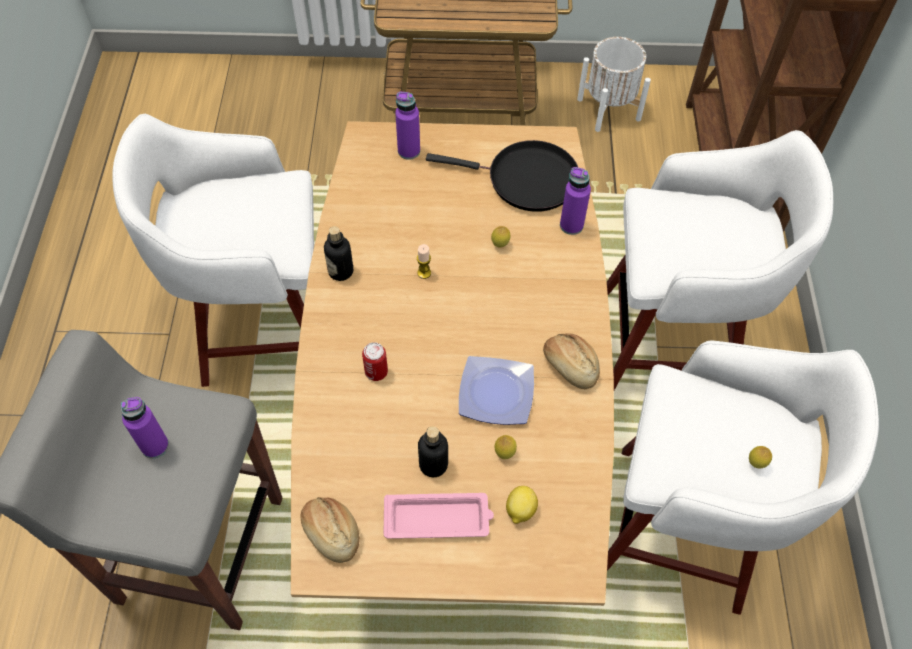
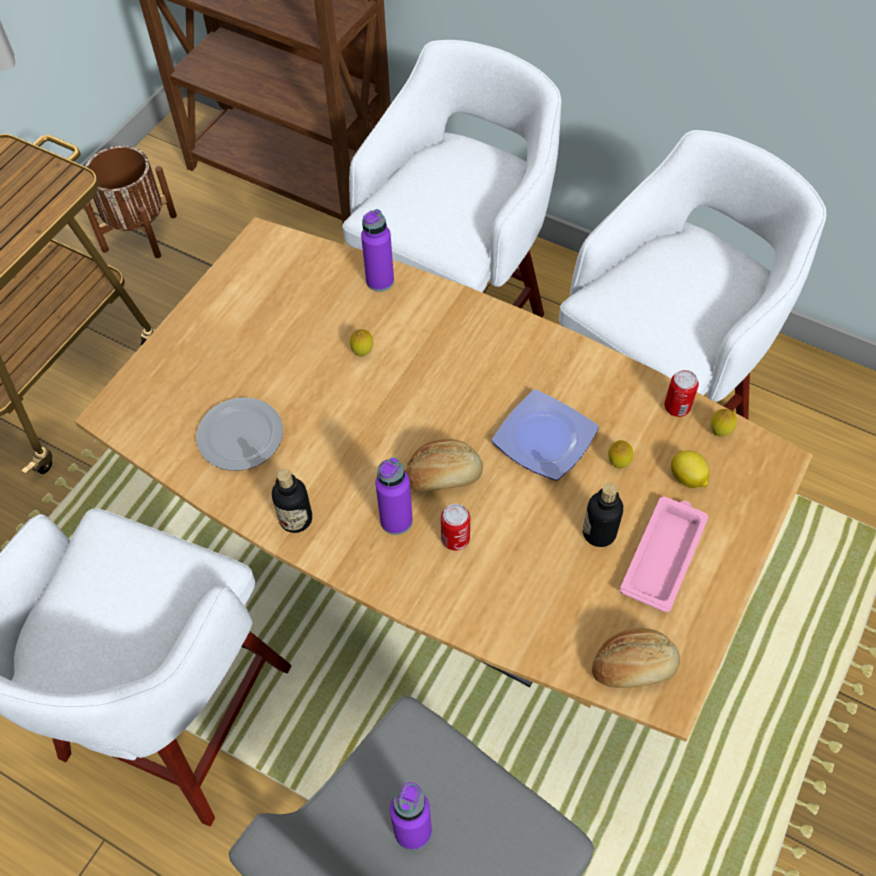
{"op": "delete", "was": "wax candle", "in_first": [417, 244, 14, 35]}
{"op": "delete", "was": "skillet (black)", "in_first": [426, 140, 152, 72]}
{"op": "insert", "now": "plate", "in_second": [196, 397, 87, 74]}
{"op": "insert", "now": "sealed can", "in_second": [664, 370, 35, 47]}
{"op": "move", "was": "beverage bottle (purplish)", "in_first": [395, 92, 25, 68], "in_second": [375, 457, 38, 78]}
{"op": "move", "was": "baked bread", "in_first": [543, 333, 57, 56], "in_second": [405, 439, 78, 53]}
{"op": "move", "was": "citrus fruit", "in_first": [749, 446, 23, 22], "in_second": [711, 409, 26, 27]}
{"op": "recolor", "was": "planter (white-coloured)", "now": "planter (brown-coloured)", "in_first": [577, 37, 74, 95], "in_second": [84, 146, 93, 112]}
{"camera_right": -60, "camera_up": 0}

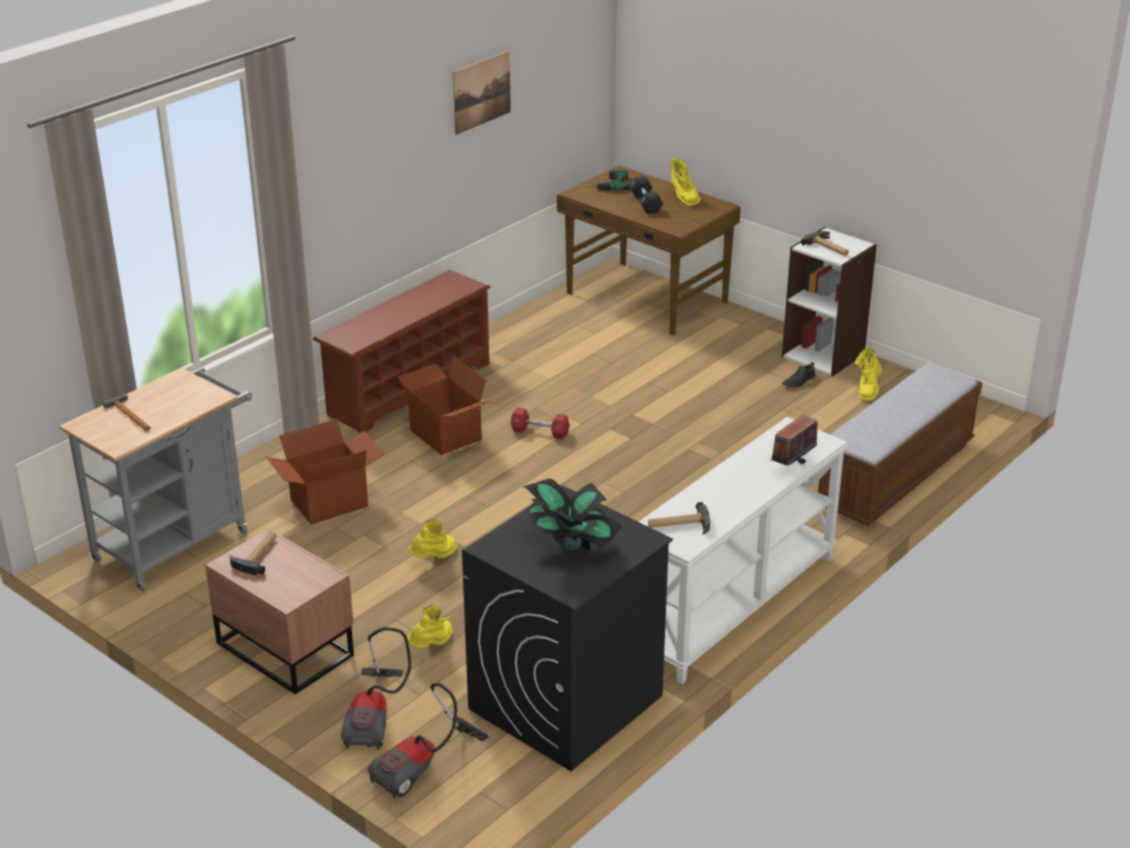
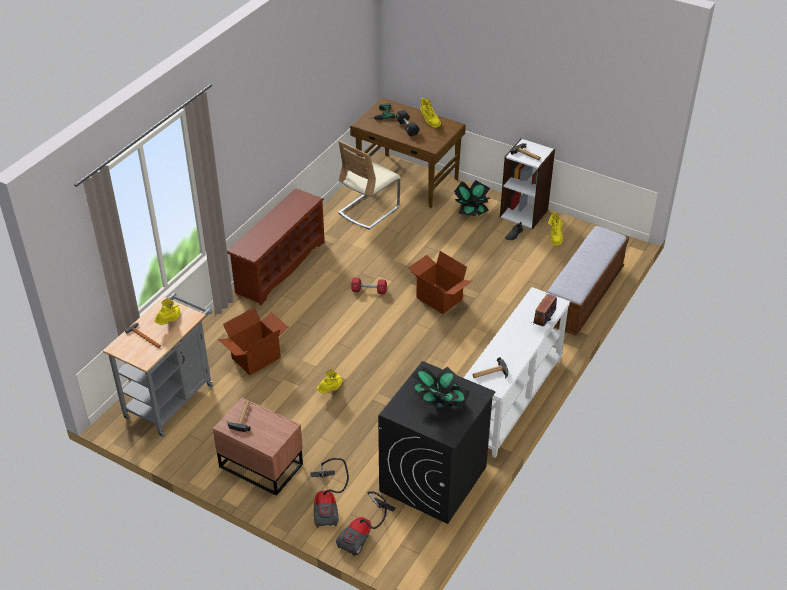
{"op": "delete", "was": "wall picture", "in_first": [453, 51, 58, 84]}
{"op": "insert", "now": "plain chair (beige-coloured)", "in_second": [338, 140, 63, 90]}
{"op": "insert", "now": "houseplant", "in_second": [454, 180, 37, 36]}
{"op": "move", "was": "packing box", "in_first": [396, 356, 93, 99], "in_second": [408, 251, 64, 63]}
{"op": "move", "was": "high-top boot (yellow-coloured)", "in_first": [407, 604, 46, 44], "in_second": [154, 298, 27, 27]}
{"camera_right": -10, "camera_up": 10}

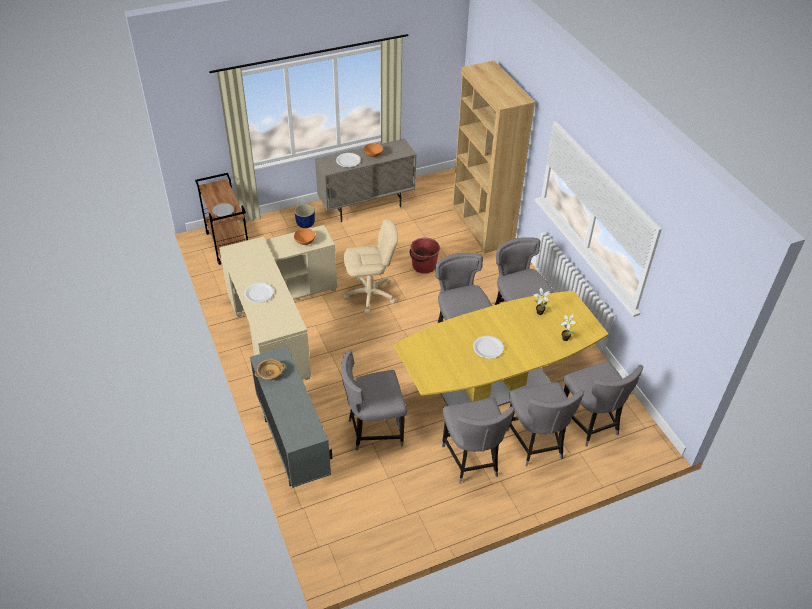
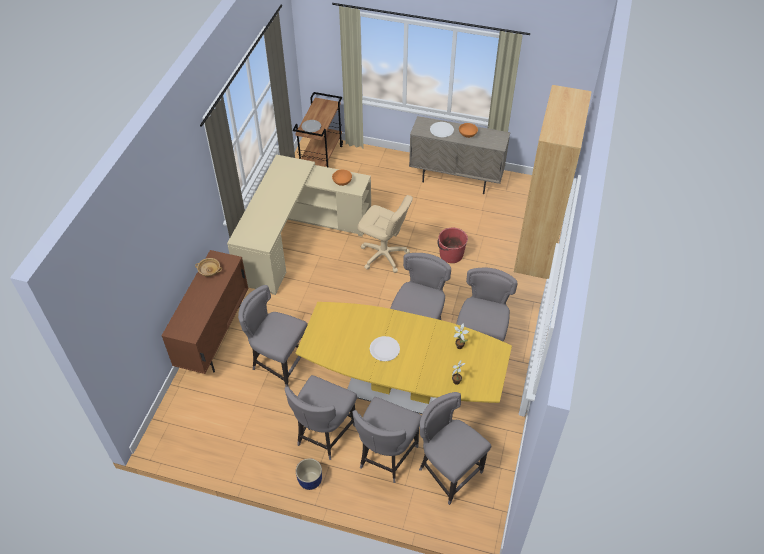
{"op": "delete", "was": "plate (white-coloured)", "in_first": [245, 282, 29, 21]}
{"op": "move", "was": "planter (blue)", "in_first": [294, 204, 21, 24], "in_second": [296, 458, 26, 32]}
{"op": "recolor", "was": "storage cabinet (gray)", "now": "storage cabinet (brown-coloured)", "in_first": [250, 346, 82, 142], "in_second": [161, 250, 87, 124]}
{"op": "rotate", "was": "plain chair (gray)", "in_first": [563, 361, 80, 86], "in_second": [419, 392, 72, 113], "clockwise": 120}
{"camera_right": 40, "camera_up": 5}

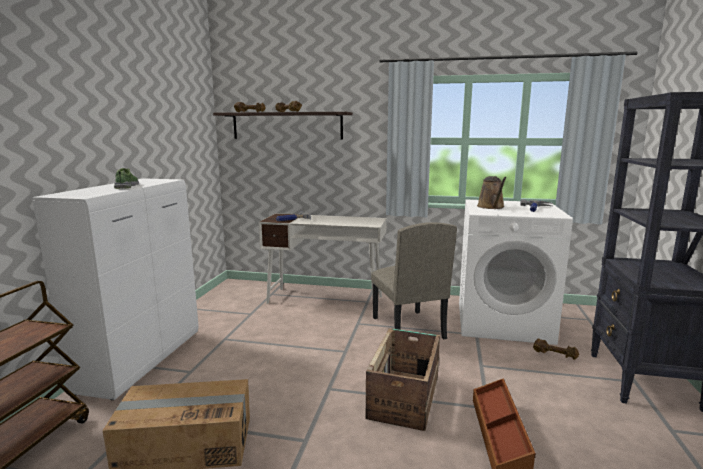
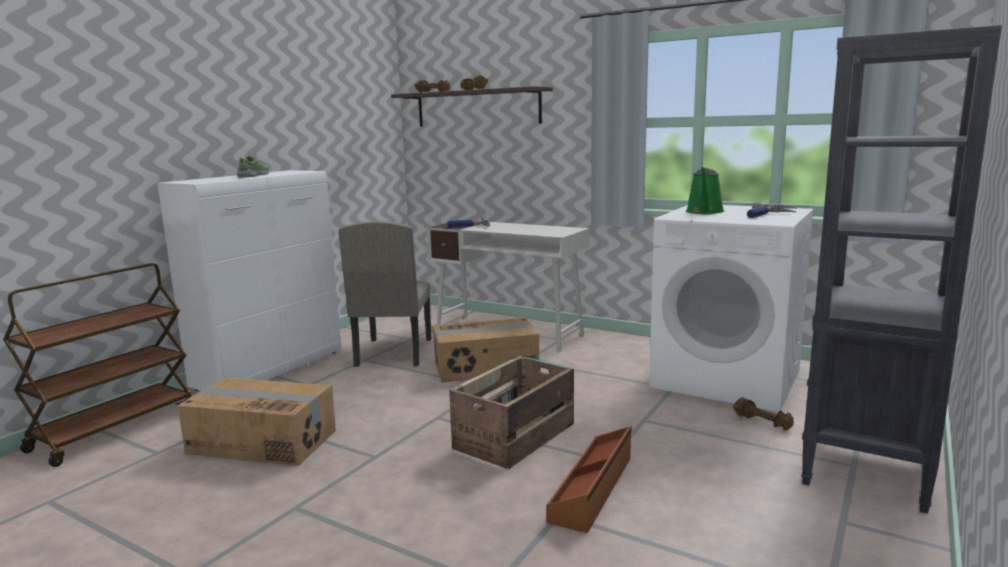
{"op": "insert", "now": "packing box", "in_second": [433, 318, 106, 65]}
{"op": "move", "was": "plain chair (beige-coloured)", "in_first": [371, 222, 86, 117], "in_second": [339, 221, 92, 146]}
{"op": "recolor", "was": "sprinkling can (brown-coloured)", "now": "sprinkling can (green)", "in_first": [477, 176, 30, 33], "in_second": [686, 167, 38, 47]}
{"camera_right": 20, "camera_up": 0}

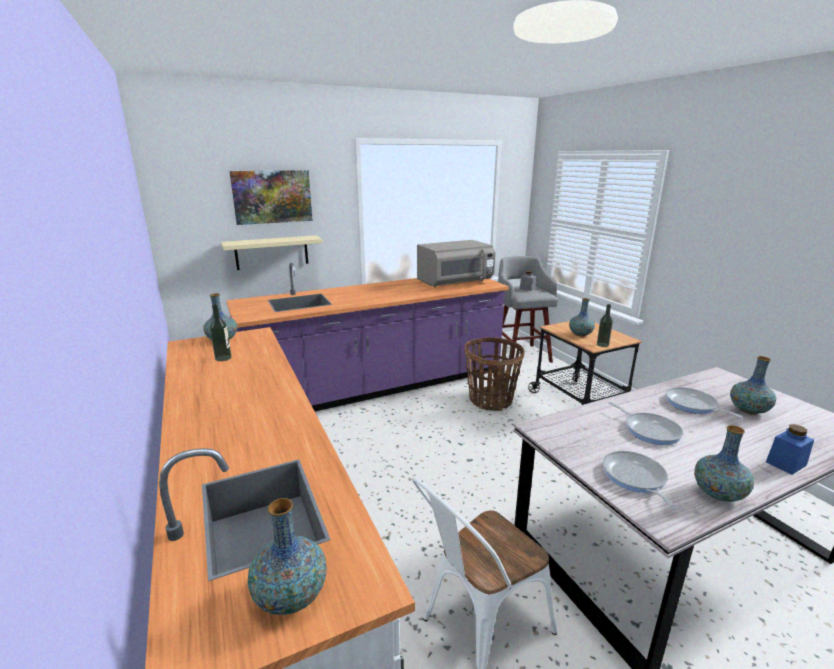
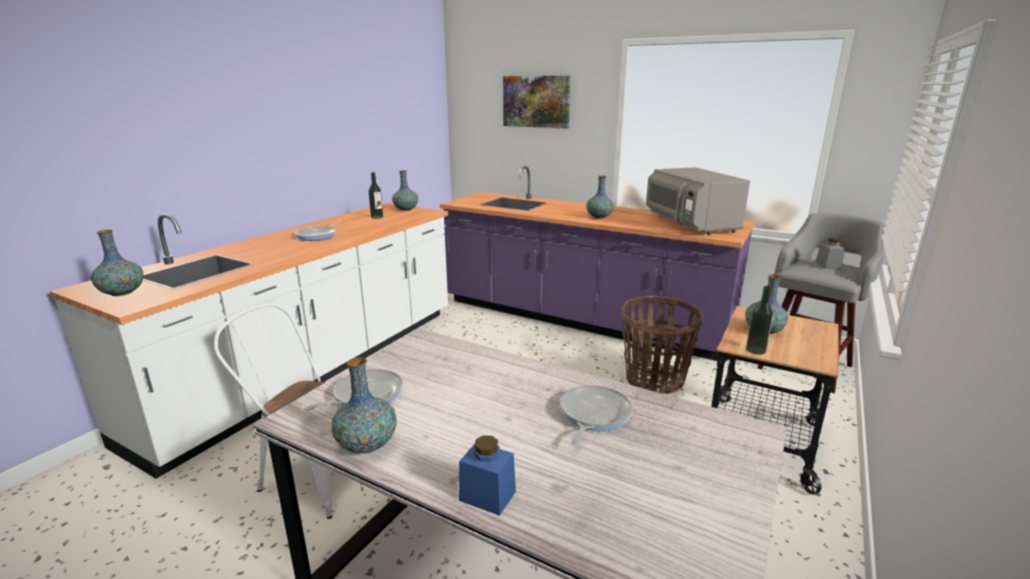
{"op": "delete", "was": "wall shelf (beige-coloured)", "in_first": [221, 235, 102, 35]}
{"op": "move", "was": "skillet", "in_first": [609, 402, 74, 43], "in_second": [295, 221, 48, 20]}
{"op": "move", "was": "decorative vase", "in_first": [730, 356, 46, 59], "in_second": [586, 176, 28, 43]}
{"op": "rotate", "was": "kitchen microwave (gray)", "in_first": [417, 240, 79, 47], "in_second": [646, 167, 104, 68], "clockwise": 45}
{"camera_right": 55, "camera_up": 0}

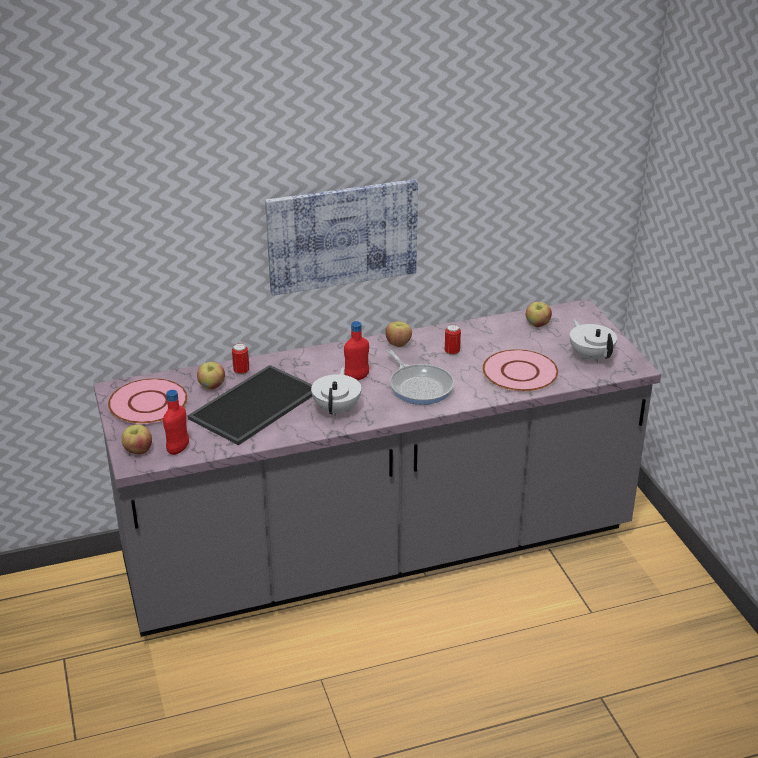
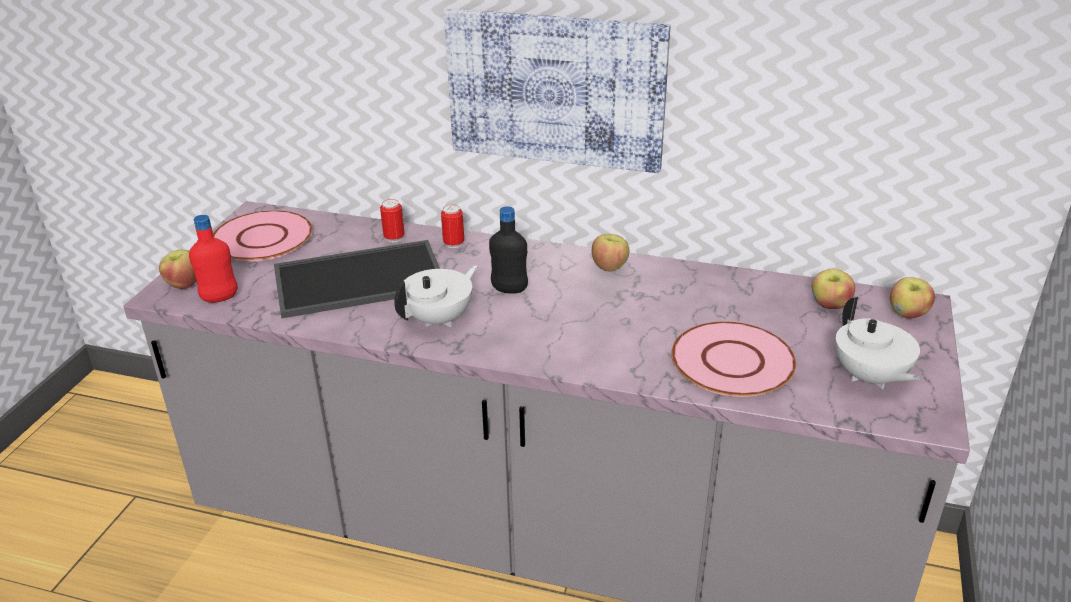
{"op": "delete", "was": "skillet", "in_first": [386, 349, 68, 56]}
{"op": "move", "was": "apple fruit", "in_first": [197, 362, 28, 28], "in_second": [890, 277, 45, 41]}
{"op": "move", "was": "sealed can", "in_first": [445, 324, 16, 32], "in_second": [441, 204, 23, 44]}
{"op": "recolor", "was": "beverage bottle (red)", "now": "beverage bottle (black)", "in_first": [344, 321, 25, 59], "in_second": [489, 206, 39, 88]}
{"op": "rotate", "was": "tea pot (white-coloured)", "in_first": [570, 319, 47, 43], "in_second": [835, 297, 85, 92], "clockwise": 150}
{"camera_right": 35, "camera_up": 0}

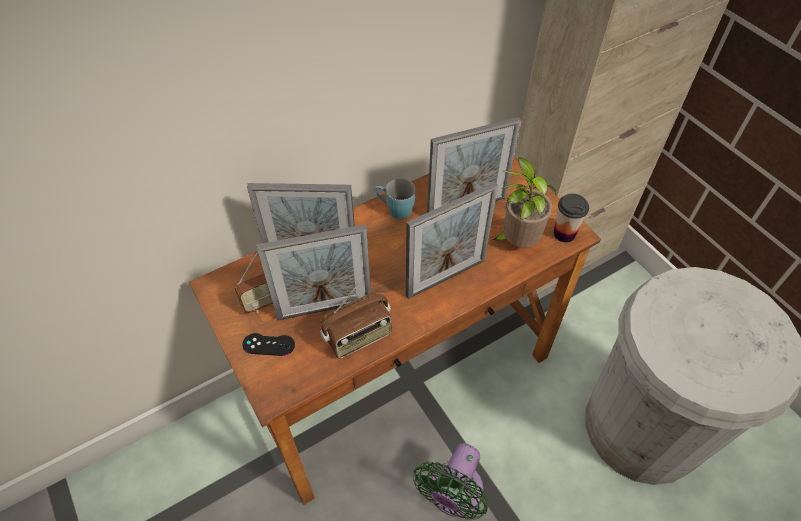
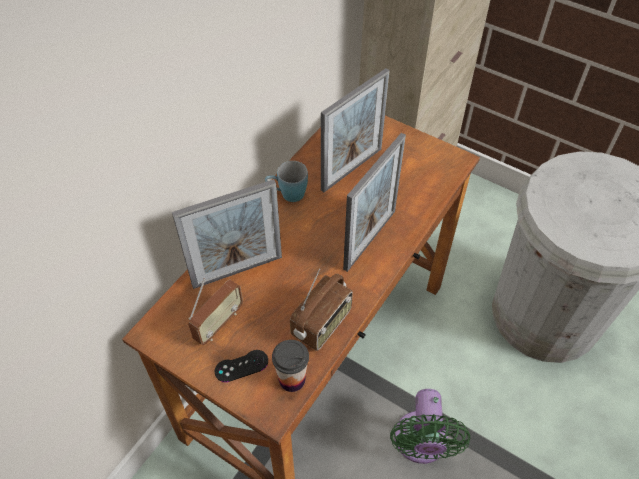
{"op": "delete", "was": "photo frame", "in_first": [256, 224, 115, 97]}
{"op": "delete", "was": "houseplant", "in_first": [493, 157, 63, 90]}
{"op": "move", "was": "drinking cup", "in_first": [554, 194, 35, 49], "in_second": [272, 340, 37, 52]}
{"camera_right": -25, "camera_up": 0}

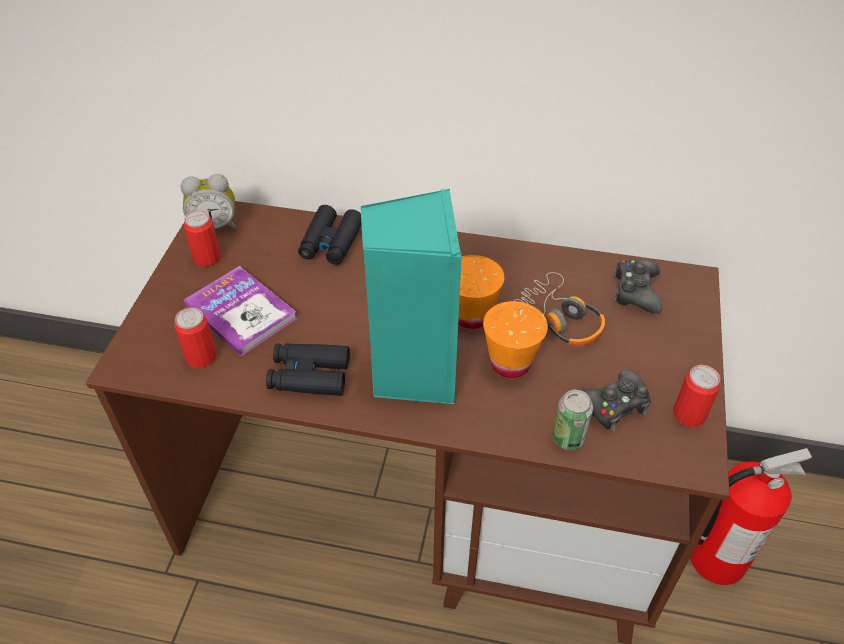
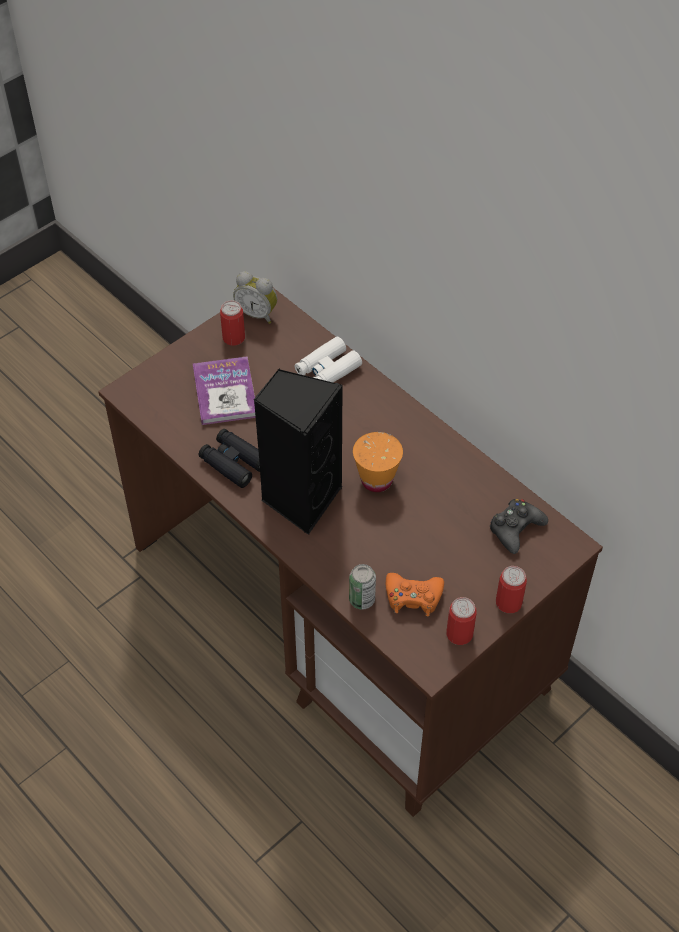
{"op": "delete", "was": "drinking cup (orange-coloured)", "in_first": [483, 301, 65, 77]}
{"op": "delete", "was": "pair of headphones", "in_first": [514, 272, 91, 74]}
{"op": "delete", "was": "fire extinguisher", "in_first": [690, 448, 122, 137]}
{"op": "move", "was": "sealed can", "in_first": [175, 307, 42, 61], "in_second": [496, 566, 31, 47]}
{"op": "recolor", "was": "field glasses (black)", "now": "field glasses (white-coloured)", "in_first": [298, 205, 64, 60], "in_second": [295, 336, 67, 46]}
{"op": "recolor", "was": "speaker (turquoise)", "now": "speaker (black)", "in_first": [360, 189, 102, 215], "in_second": [253, 368, 90, 167]}
{"op": "recolor", "was": "joypad (black)", "now": "joypad (orange-coloured)", "in_first": [581, 369, 70, 62], "in_second": [386, 573, 58, 43]}
{"camera_right": 35, "camera_up": 5}

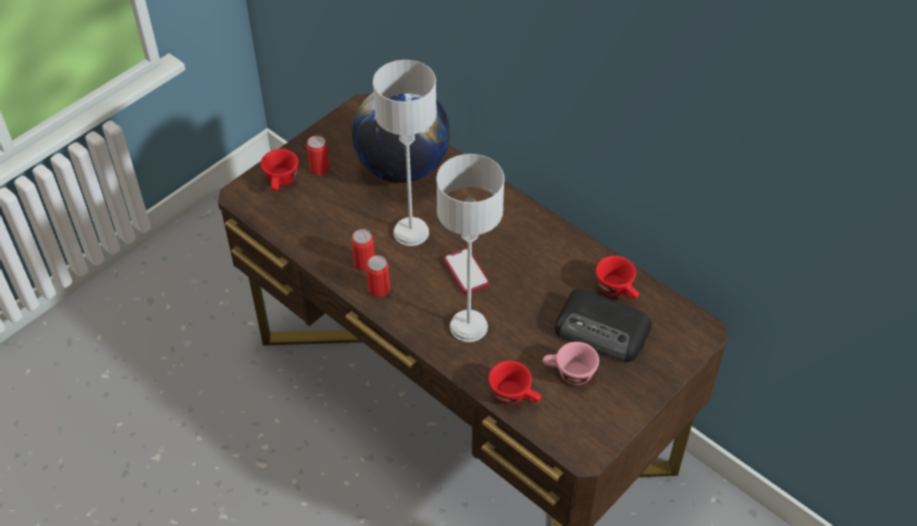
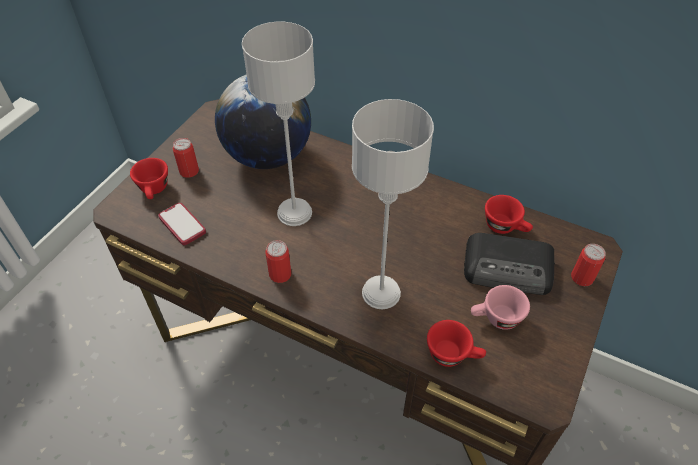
{"op": "move", "was": "sealed can", "in_first": [351, 229, 24, 42], "in_second": [571, 244, 35, 42]}
{"op": "move", "was": "telephone", "in_first": [444, 248, 45, 46], "in_second": [158, 203, 48, 42]}
{"camera_right": -15, "camera_up": 0}

